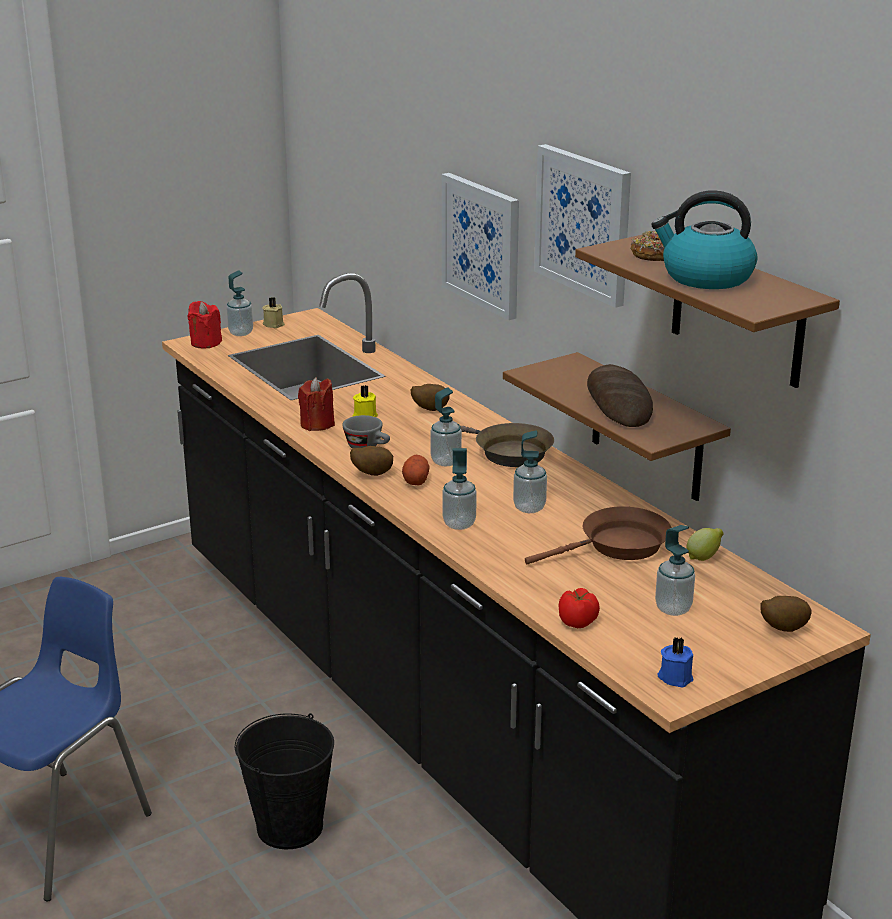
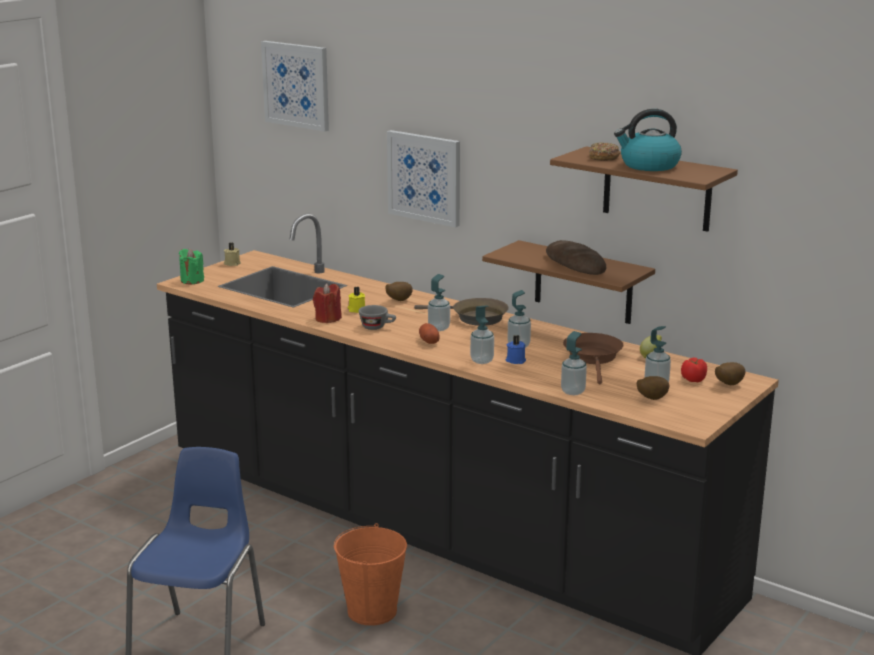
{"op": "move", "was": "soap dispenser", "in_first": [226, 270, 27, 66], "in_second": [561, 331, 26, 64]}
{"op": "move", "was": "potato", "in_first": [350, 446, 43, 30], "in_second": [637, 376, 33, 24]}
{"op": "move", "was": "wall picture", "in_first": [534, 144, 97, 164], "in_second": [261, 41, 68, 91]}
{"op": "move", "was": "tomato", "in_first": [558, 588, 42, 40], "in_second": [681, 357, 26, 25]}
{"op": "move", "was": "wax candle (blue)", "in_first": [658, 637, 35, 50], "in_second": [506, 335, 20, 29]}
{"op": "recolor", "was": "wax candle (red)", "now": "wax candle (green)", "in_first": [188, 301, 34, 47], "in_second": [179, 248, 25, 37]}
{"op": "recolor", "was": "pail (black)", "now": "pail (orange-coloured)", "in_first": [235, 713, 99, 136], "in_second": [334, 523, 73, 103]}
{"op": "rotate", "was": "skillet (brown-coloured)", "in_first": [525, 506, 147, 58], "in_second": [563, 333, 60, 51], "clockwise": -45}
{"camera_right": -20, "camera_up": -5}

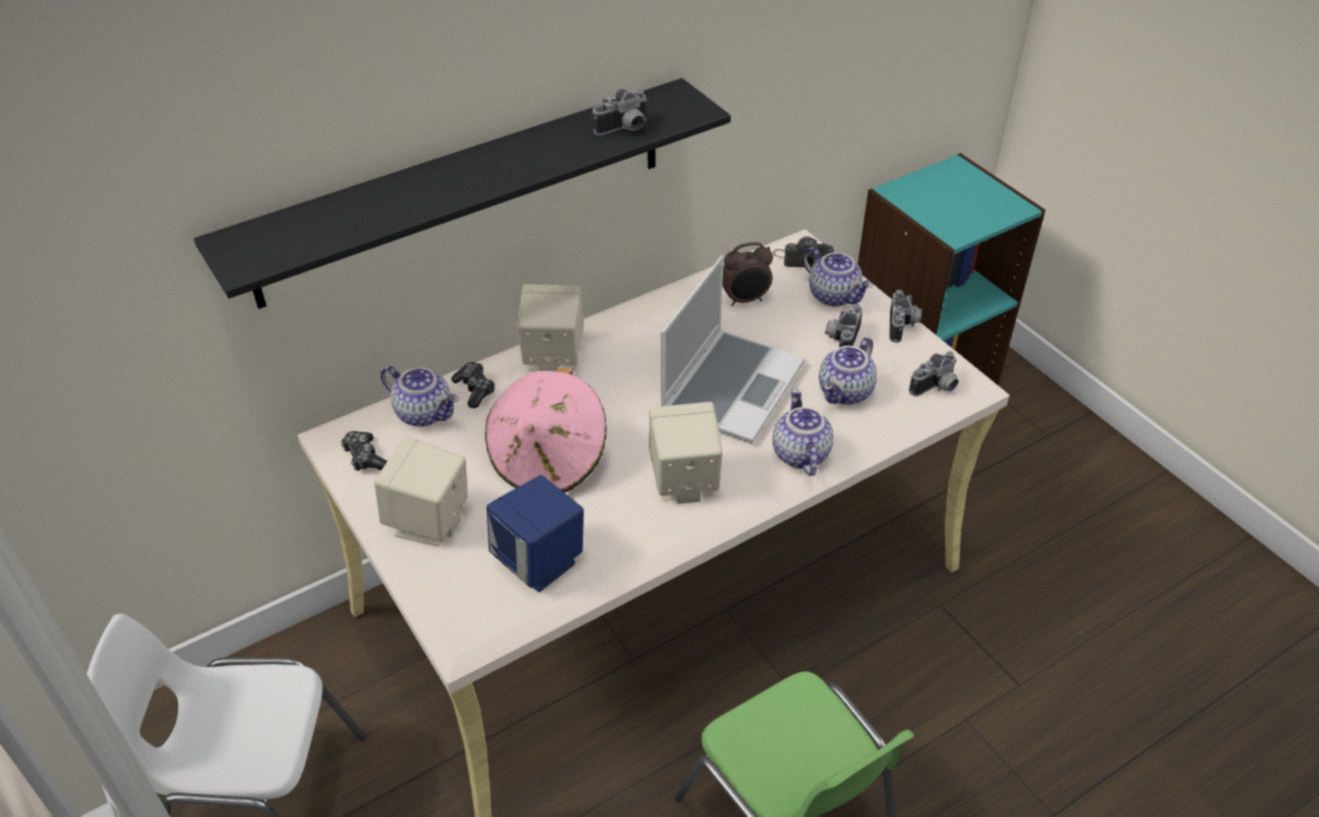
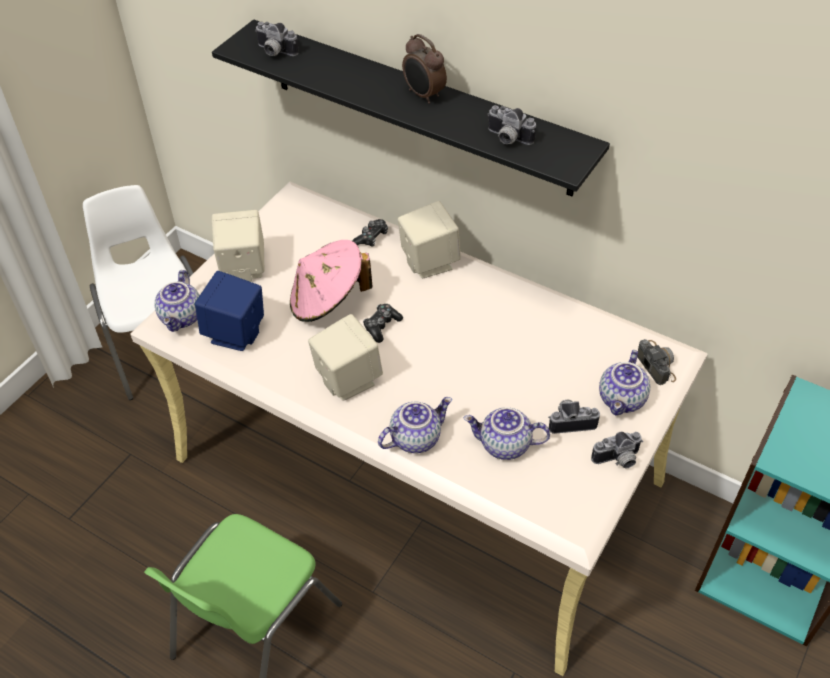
{"op": "delete", "was": "portable computer", "in_first": [661, 255, 144, 189]}
{"op": "move", "was": "joypad", "in_first": [341, 431, 46, 40], "in_second": [363, 304, 40, 39]}
{"op": "move", "was": "tea pot", "in_first": [380, 366, 79, 61], "in_second": [155, 270, 45, 62]}
{"op": "move", "was": "bedside clock", "in_first": [722, 242, 51, 64], "in_second": [402, 34, 45, 70]}
{"op": "move", "was": "photo camera", "in_first": [909, 351, 50, 45], "in_second": [255, 22, 44, 34]}
{"camera_right": 65, "camera_up": 5}

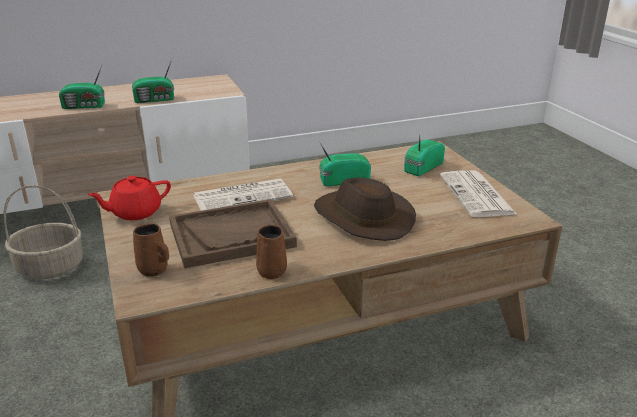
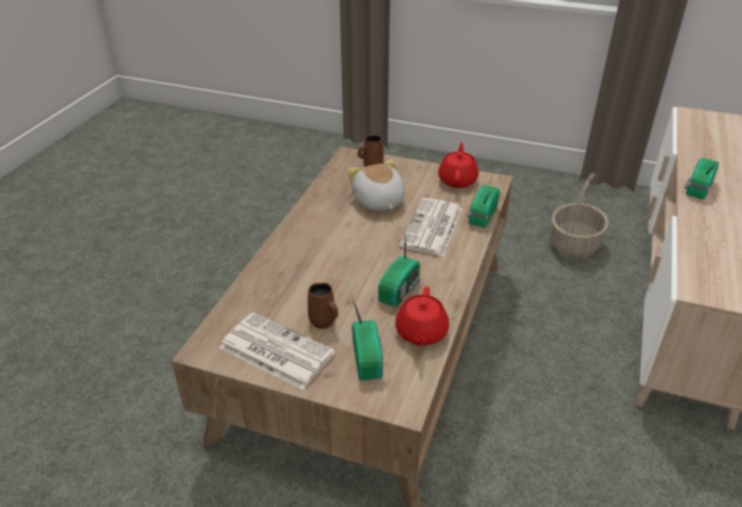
{"op": "delete", "was": "hat (brown-coloured)", "in_first": [314, 177, 102, 64]}
{"op": "insert", "now": "tea pot (red)", "in_second": [395, 286, 54, 60]}
{"op": "move", "was": "radio", "in_first": [132, 59, 42, 44], "in_second": [467, 185, 33, 43]}
{"op": "move", "was": "tea mug (brown-coloured)", "in_first": [256, 225, 31, 54], "in_second": [308, 283, 30, 46]}
{"op": "replace", "was": "tray (brown-coloured)", "now": "soft toy", "in_first": [169, 199, 128, 69], "in_second": [347, 159, 58, 52]}
{"camera_right": 130, "camera_up": 10}

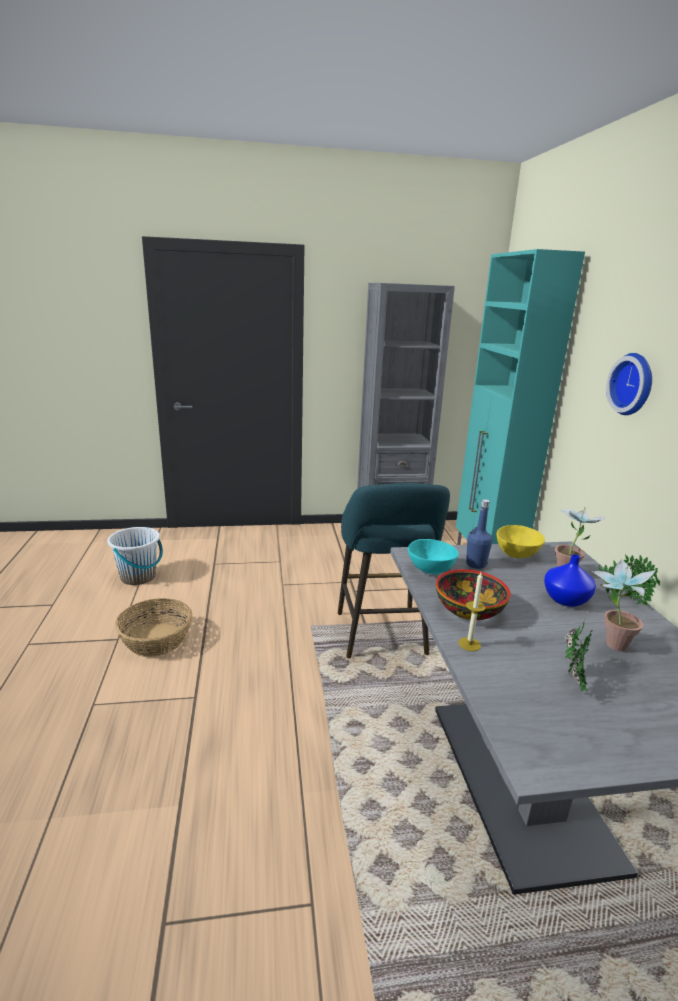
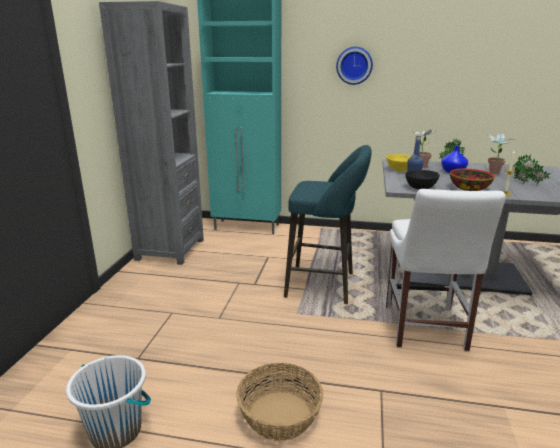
{"op": "insert", "now": "plain chair (white-coloured)", "in_second": [386, 189, 120, 162]}
{"op": "recolor", "was": "serving bowl (turquoise)", "now": "serving bowl (black)", "in_first": [408, 539, 51, 35], "in_second": [405, 170, 35, 19]}
{"camera_right": -70, "camera_up": 0}

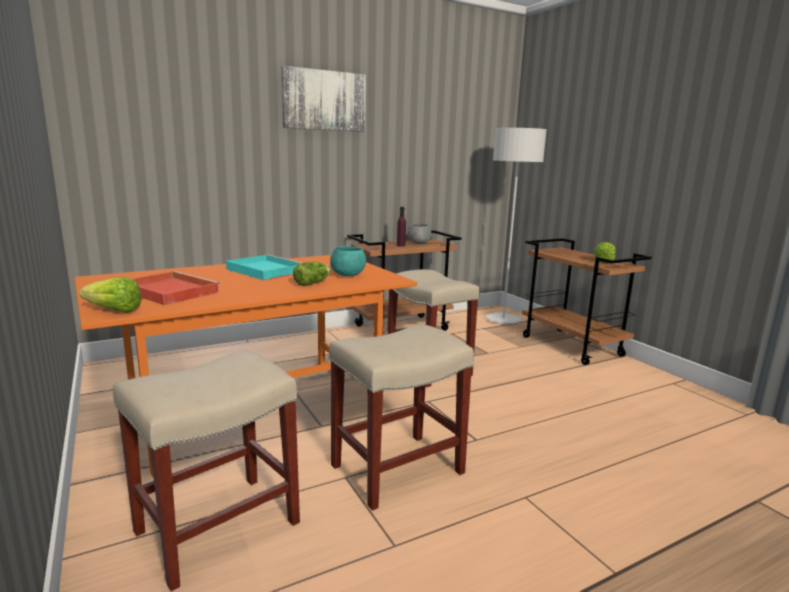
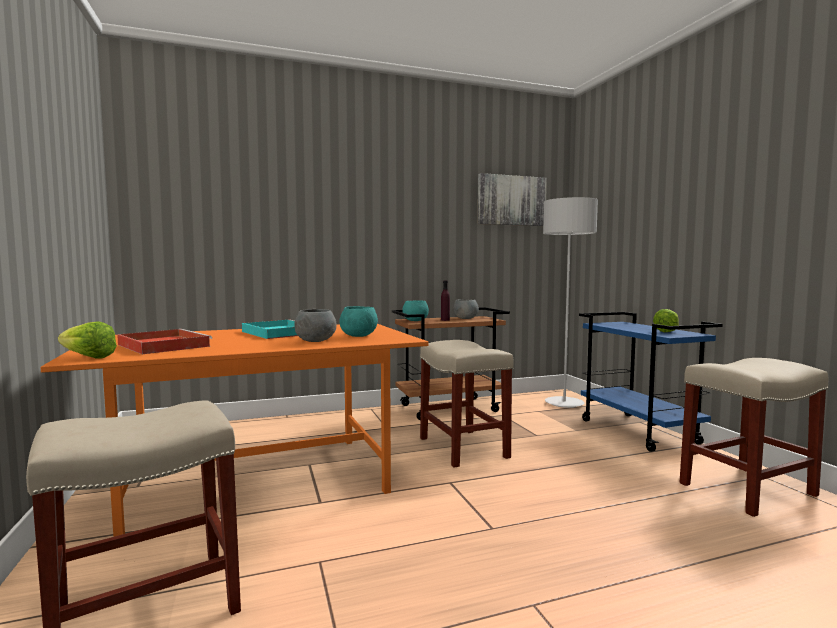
{"op": "insert", "now": "serving bowl (turquoise)", "in_second": [402, 300, 27, 21]}
{"op": "move", "was": "wall picture", "in_first": [282, 66, 84, 66], "in_second": [478, 173, 69, 53]}
{"op": "move", "was": "stool (beige-coloured)", "in_first": [329, 324, 145, 186], "in_second": [679, 358, 150, 159]}
{"op": "replace", "was": "head of lettuce", "now": "serving bowl (gray)", "in_first": [293, 262, 37, 24], "in_second": [294, 309, 42, 33]}
{"op": "recolor", "was": "cart (brown-coloured)", "now": "cart (blue)", "in_first": [522, 238, 130, 127], "in_second": [579, 312, 144, 140]}
{"camera_right": 10, "camera_up": -10}

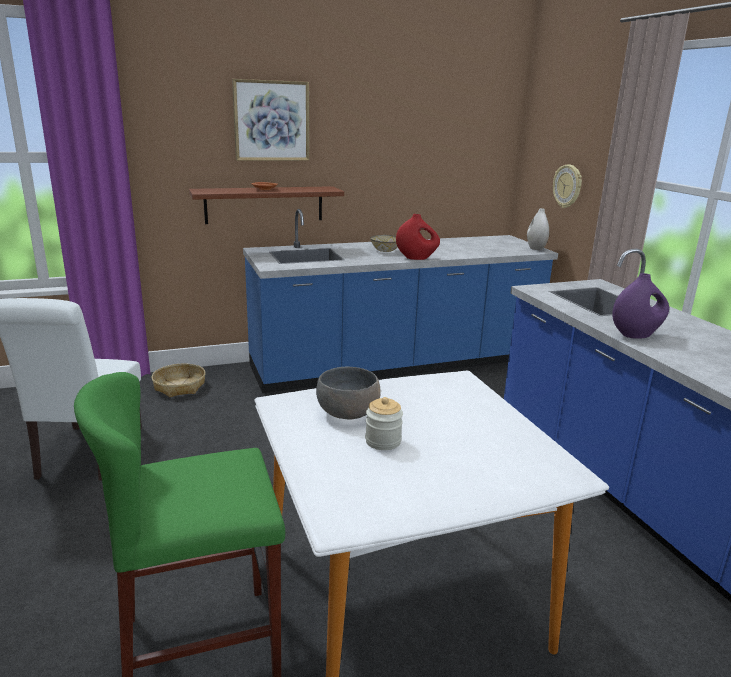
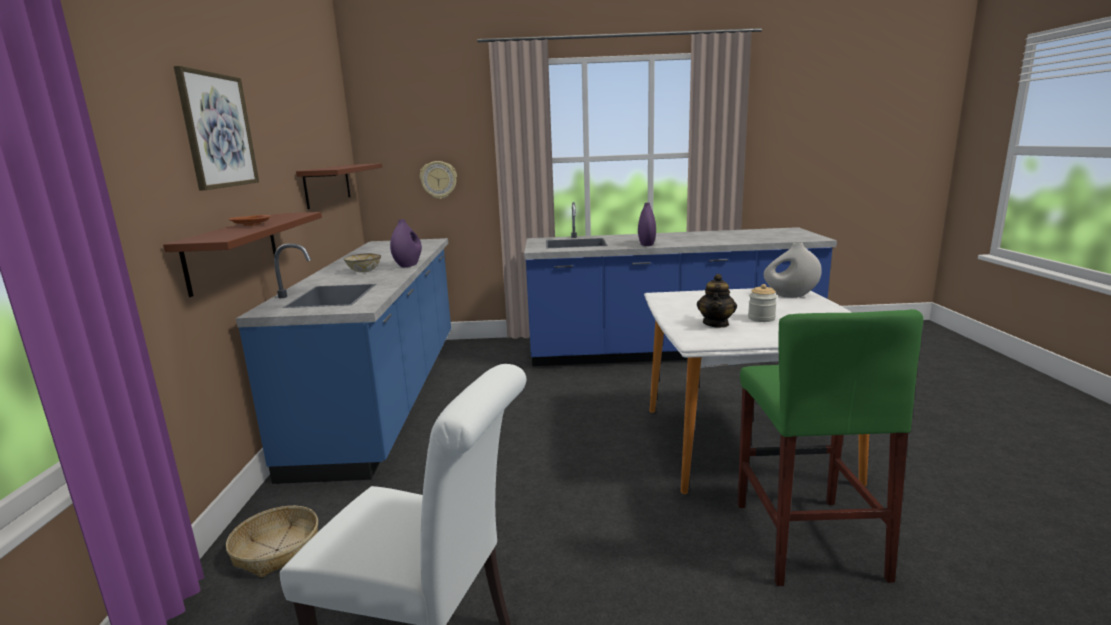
{"op": "insert", "now": "wall shelf (brown-coloured)", "in_second": [296, 163, 86, 46]}
{"op": "move", "was": "decorative vase (white-coloured)", "in_first": [527, 208, 22, 42], "in_second": [764, 243, 58, 55]}
{"op": "replace", "was": "serving bowl (gray)", "now": "tea pot", "in_first": [316, 367, 65, 53], "in_second": [697, 274, 40, 54]}
{"op": "recolor", "was": "decorative vase (red)", "now": "decorative vase (purplish)", "in_first": [396, 214, 44, 46], "in_second": [390, 219, 32, 48]}
{"camera_right": -70, "camera_up": -5}

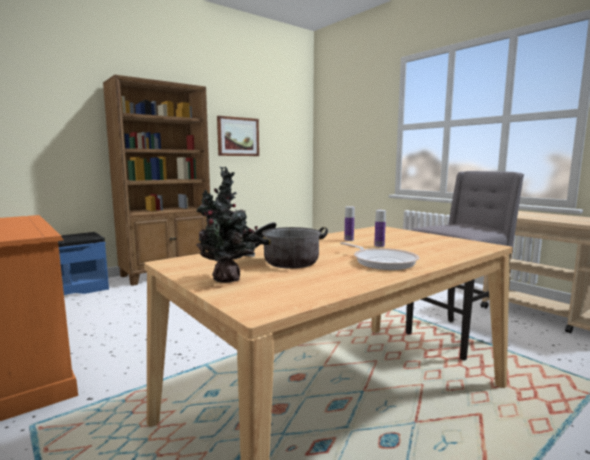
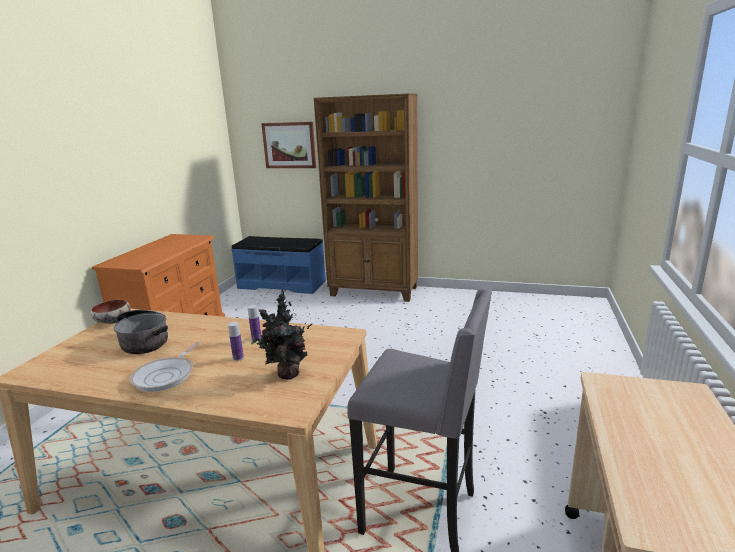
{"op": "insert", "now": "serving bowl", "in_second": [90, 300, 41, 24]}
{"op": "move", "was": "houseplant", "in_first": [196, 167, 62, 116], "in_second": [251, 289, 62, 90]}
{"op": "move", "was": "wall picture", "in_first": [217, 116, 42, 40], "in_second": [261, 122, 55, 46]}
{"camera_right": 55, "camera_up": 10}

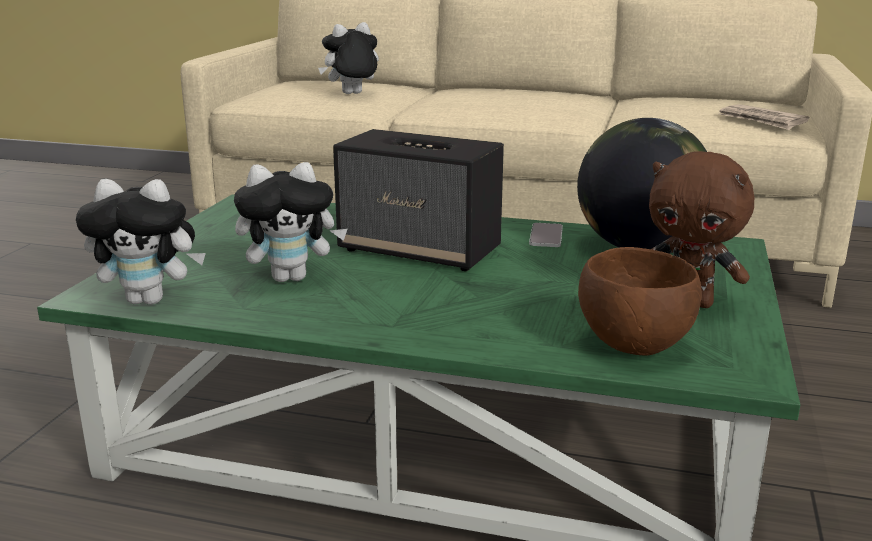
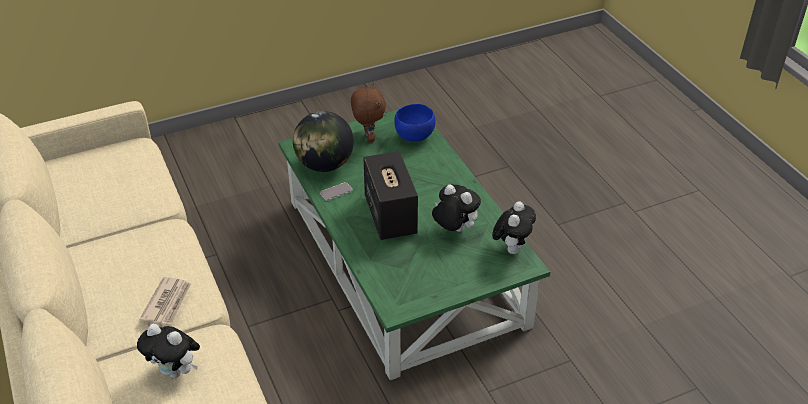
{"op": "move", "was": "printed paper", "in_first": [719, 104, 90, 26], "in_second": [139, 277, 52, 49]}
{"op": "recolor", "was": "serving bowl (brown-coloured)", "now": "serving bowl (blue)", "in_first": [578, 247, 123, 109], "in_second": [394, 104, 42, 38]}
{"op": "rotate", "was": "soft toy", "in_first": [76, 179, 130, 126], "in_second": [492, 201, 44, 53], "clockwise": 60}
{"camera_right": -130, "camera_up": 20}

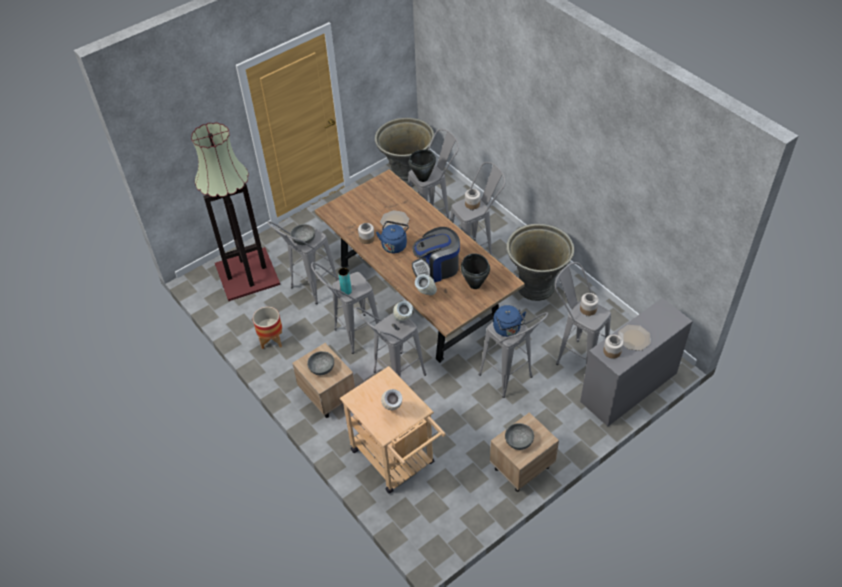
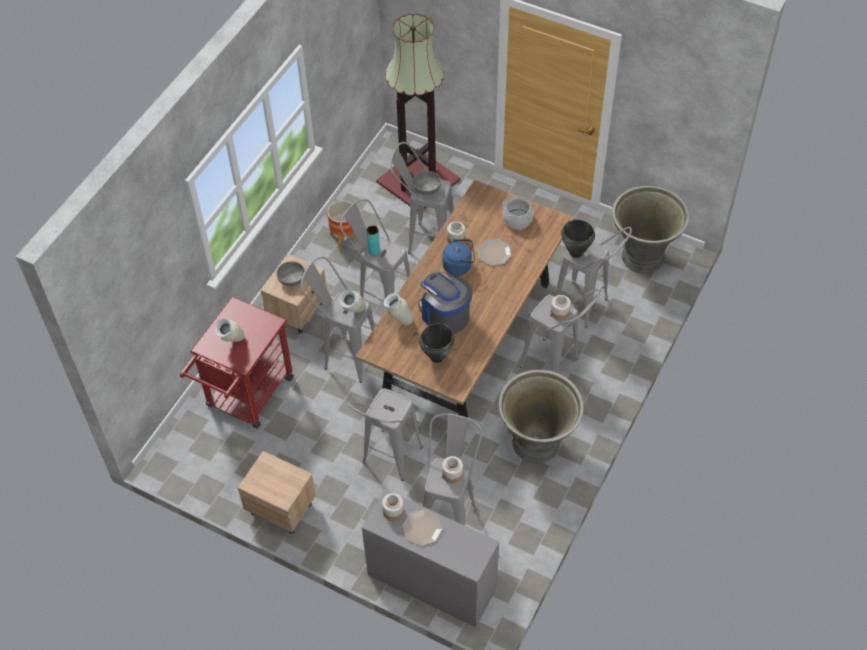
{"op": "delete", "was": "kettle (blue)", "in_first": [493, 305, 33, 32]}
{"op": "delete", "was": "serving bowl (gray)", "in_first": [505, 423, 29, 27]}
{"op": "insert", "now": "saucepot", "in_second": [502, 197, 31, 32]}
{"op": "recolor", "was": "cart (beige-coloured)", "now": "cart (red)", "in_first": [340, 366, 106, 128], "in_second": [180, 297, 113, 131]}
{"camera_right": 65, "camera_up": 5}

